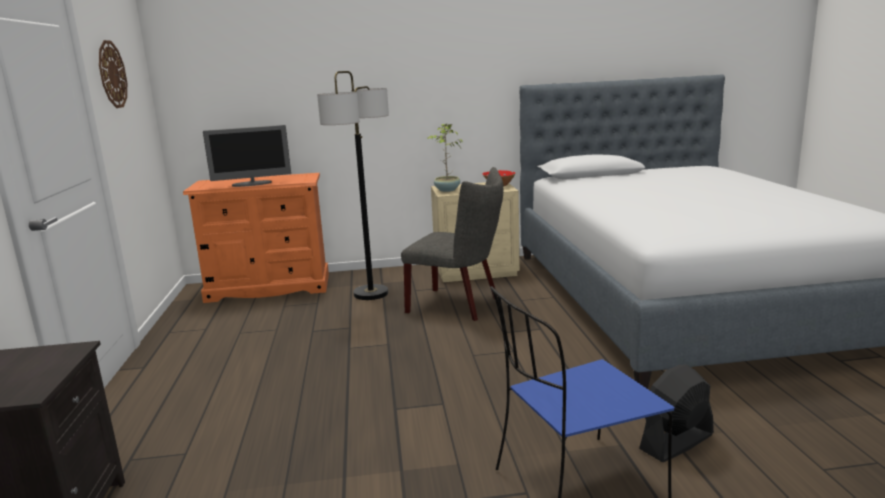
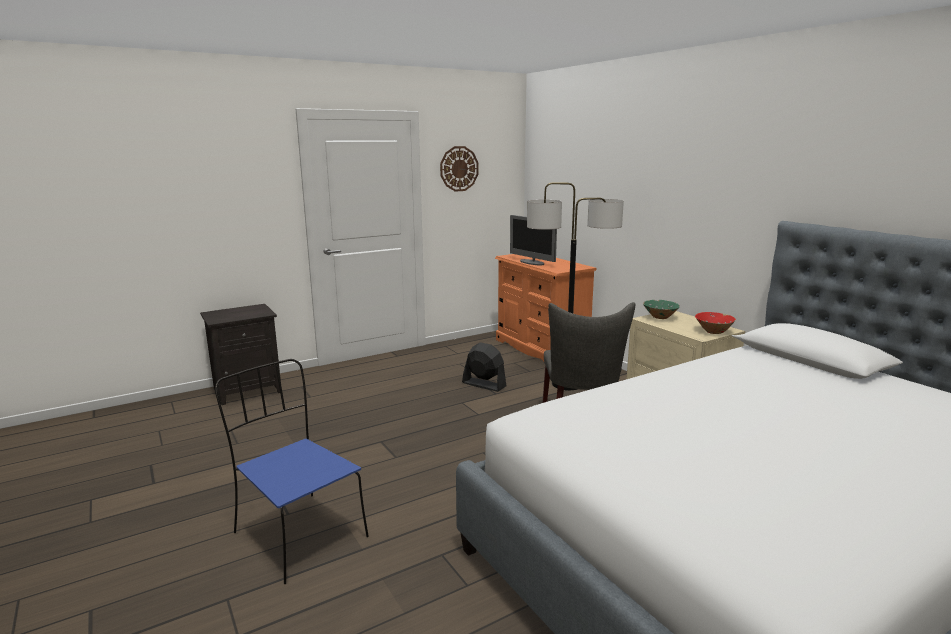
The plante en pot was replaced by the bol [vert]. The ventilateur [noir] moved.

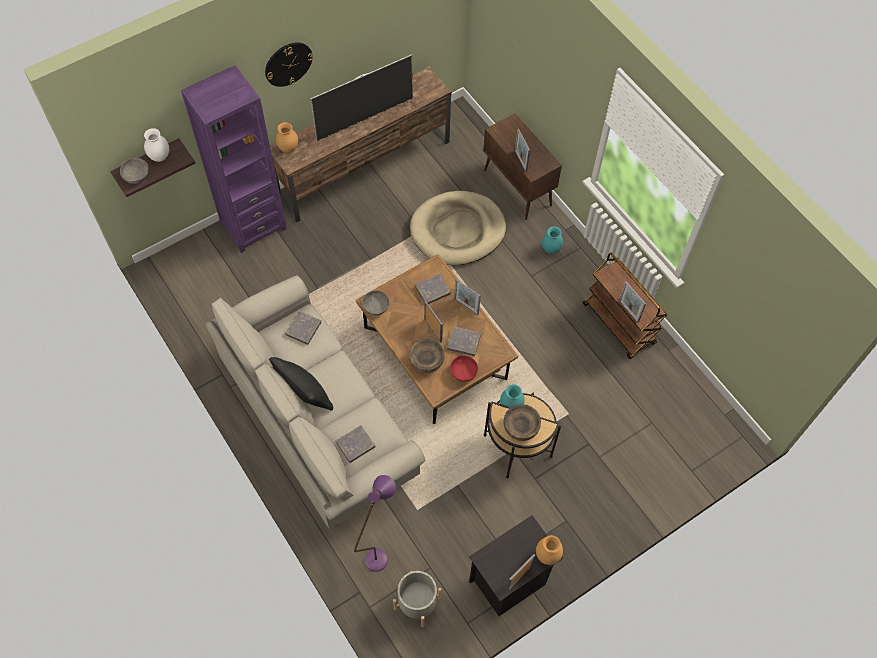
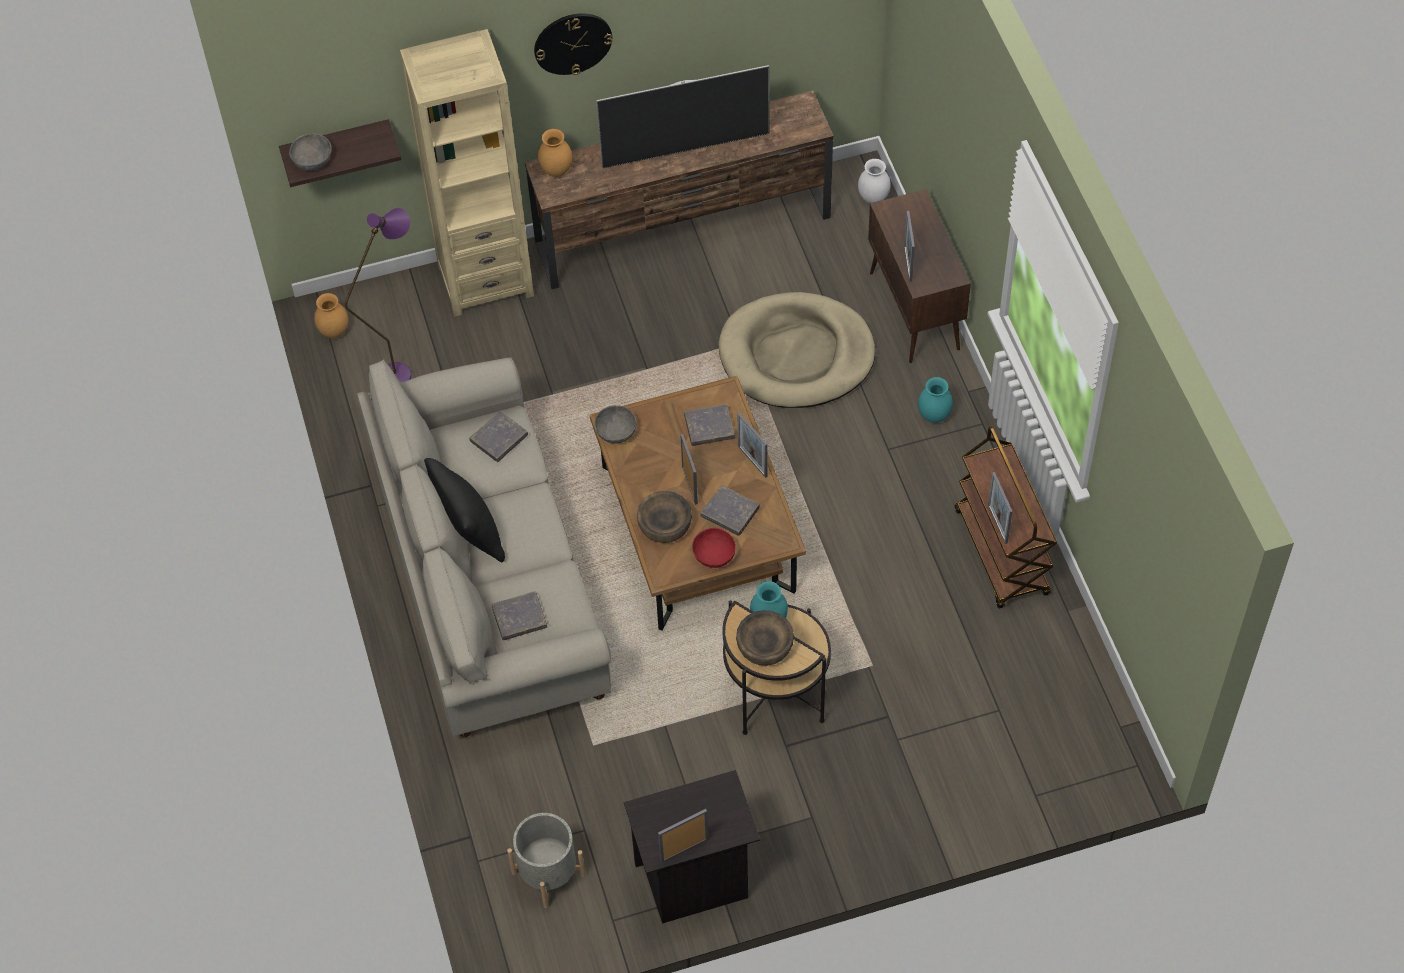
The bibliothèque [violet] became the bibliothèque [beige]. The vase [blanc] moved. The lampadaire [violet] moved. The vase [marron] (no. 2 from left in the first image) moved.

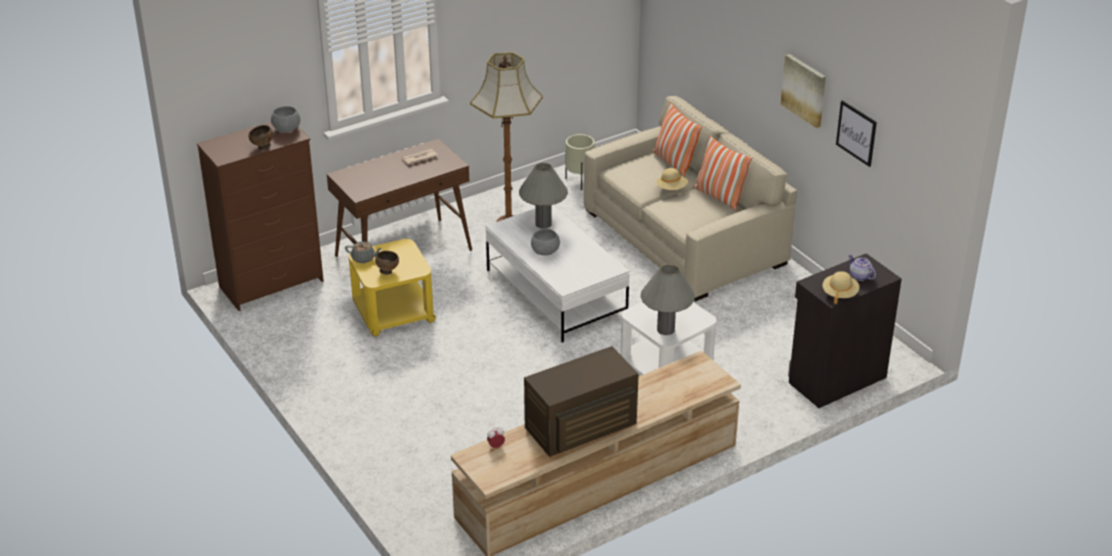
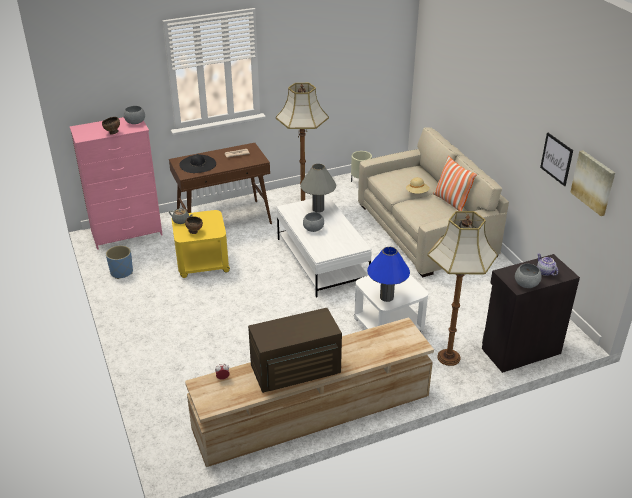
The tableau (no. 1 from left in the first image) moved. The coussin (no. 1 from left) disappeared. The commode [marron] became the commode [rose]. The lampe de table [gris] (no. 2 from left) became the lampe de table [bleu]. The chapeau [beige] (no. 2 from left) was replaced by the bol [gris] (no. 3 from left). The chapeau [noir] appeared. The lampadaire (no. 2 from left) appeared. The cache-pot [bleu] appeared.

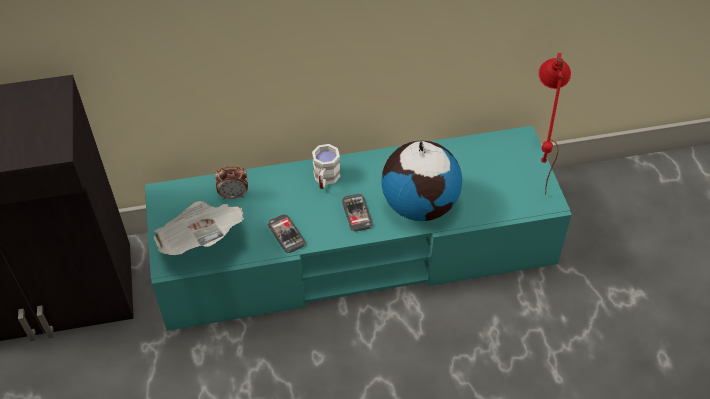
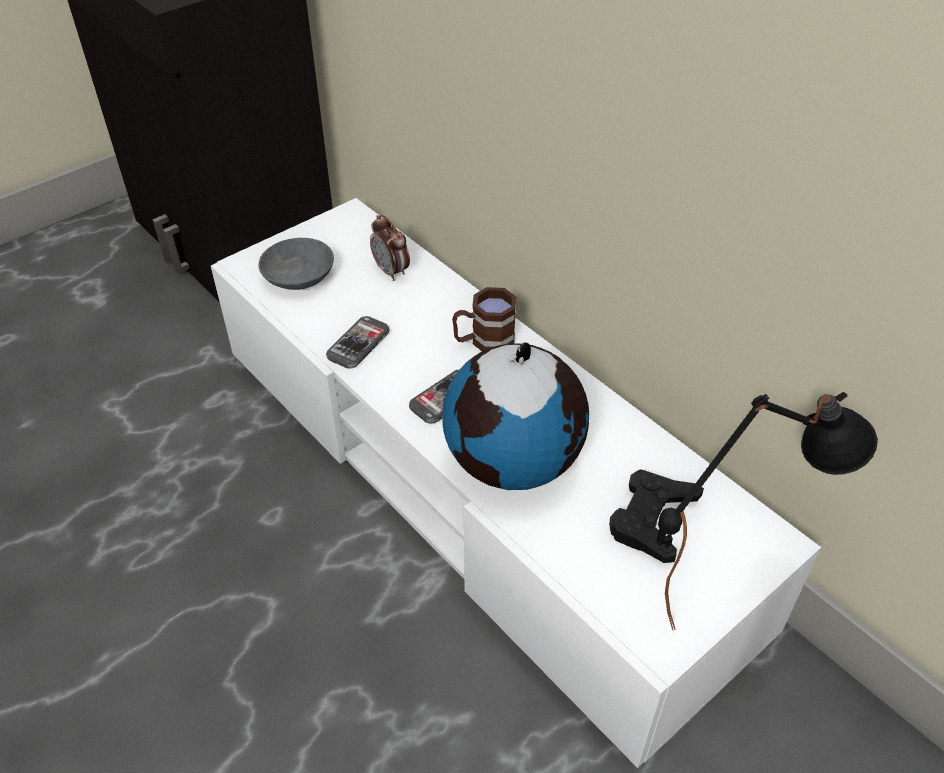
The lampe de table [rouge] became the lampe de table [noir]. The meuble télé [turquoise] became the meuble télé [blanc]. The mug [blanc] became the mug [marron]. The journal was replaced by the bol [gris]. The manette [noir] appeared.

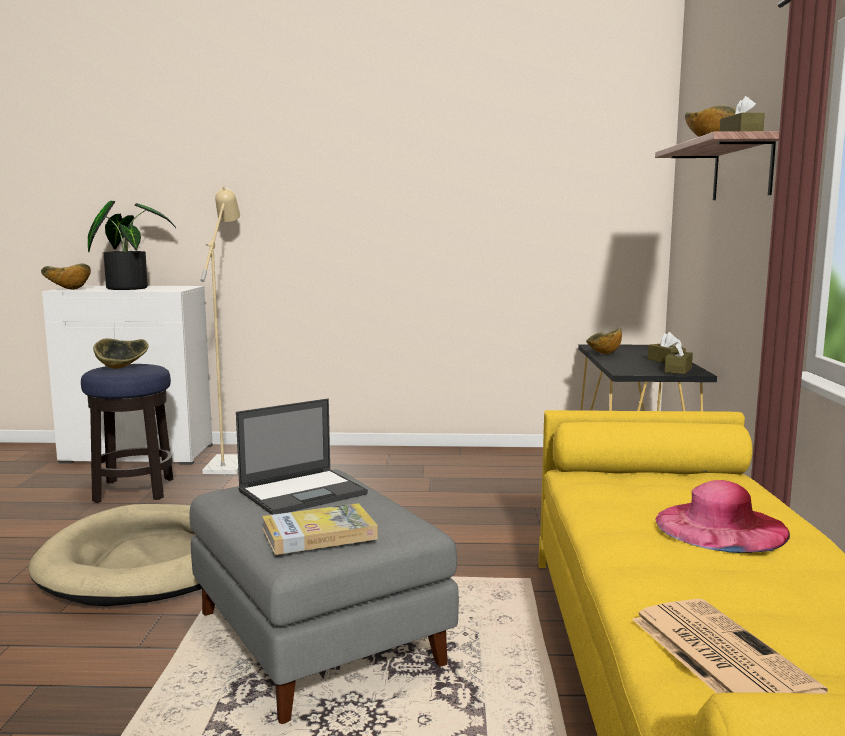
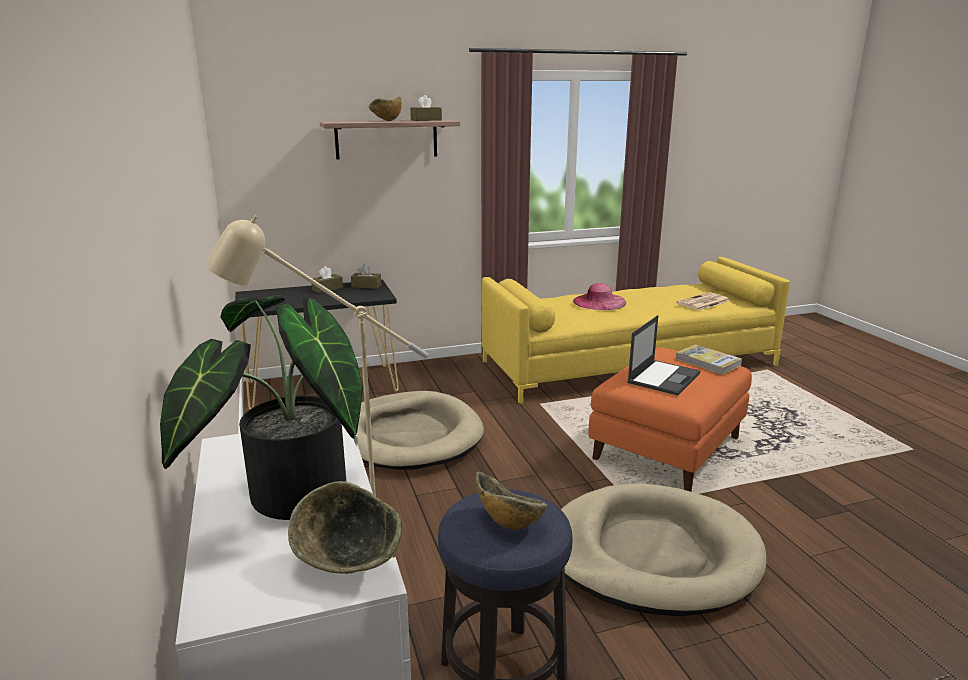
The bol (no. 3 from left) disappeared. The ordinateur portable turned 90 degrees clockwise. The pouf [gris] became the pouf [orange]. The panier pour chien [beige] (no. 1 from left) appeared.

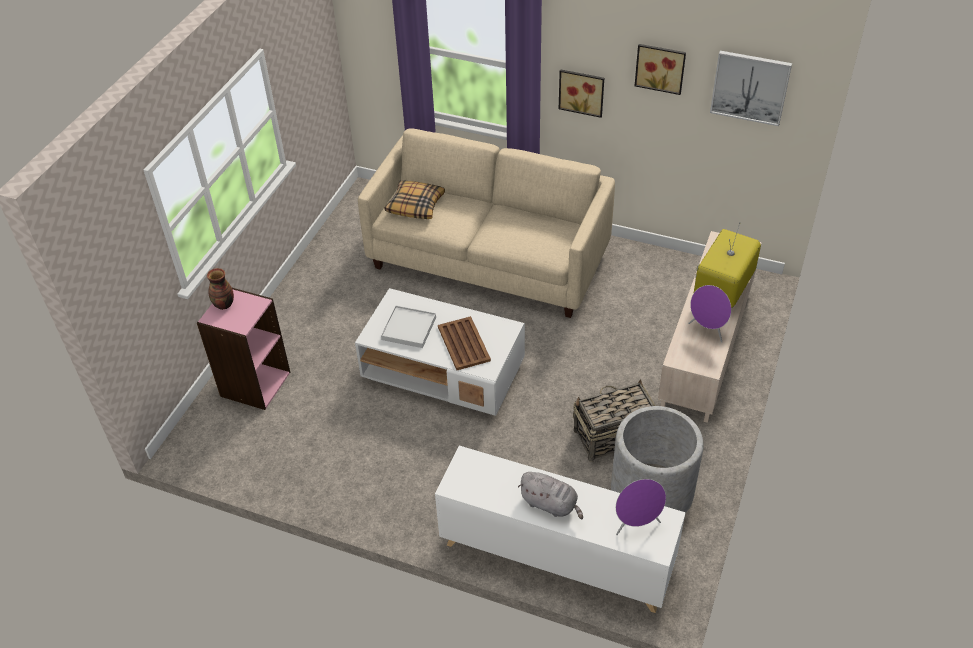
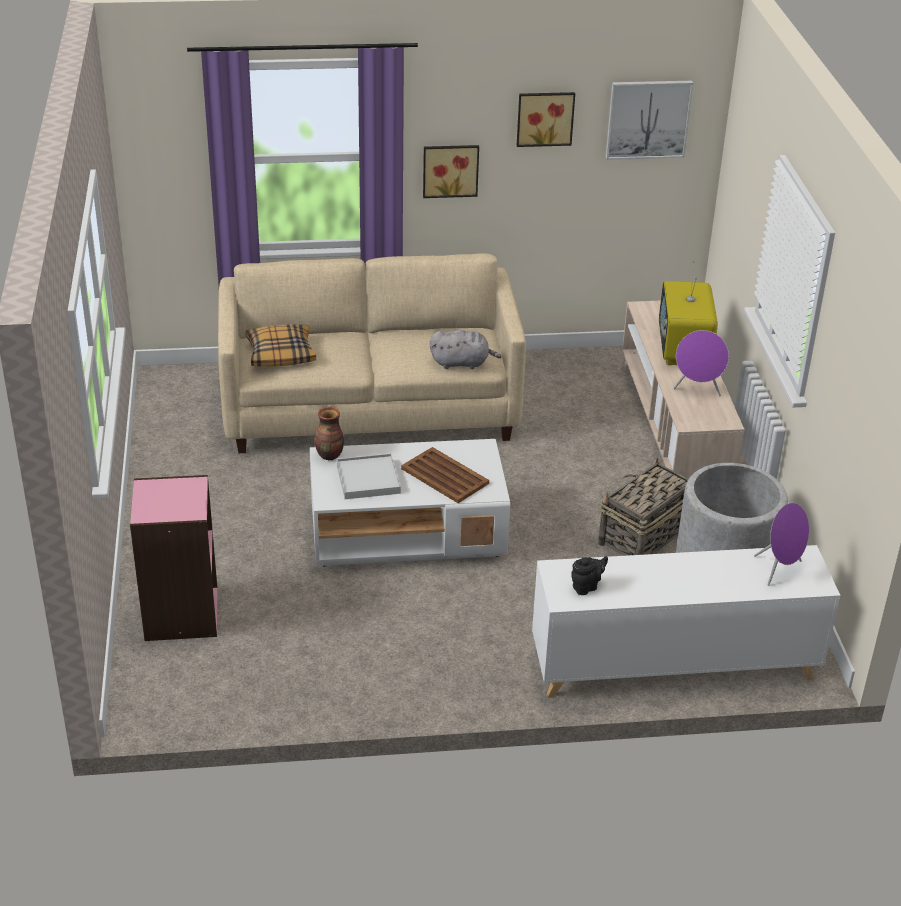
The vase moved. The peluche [gris] moved. The théière [noir] appeared.

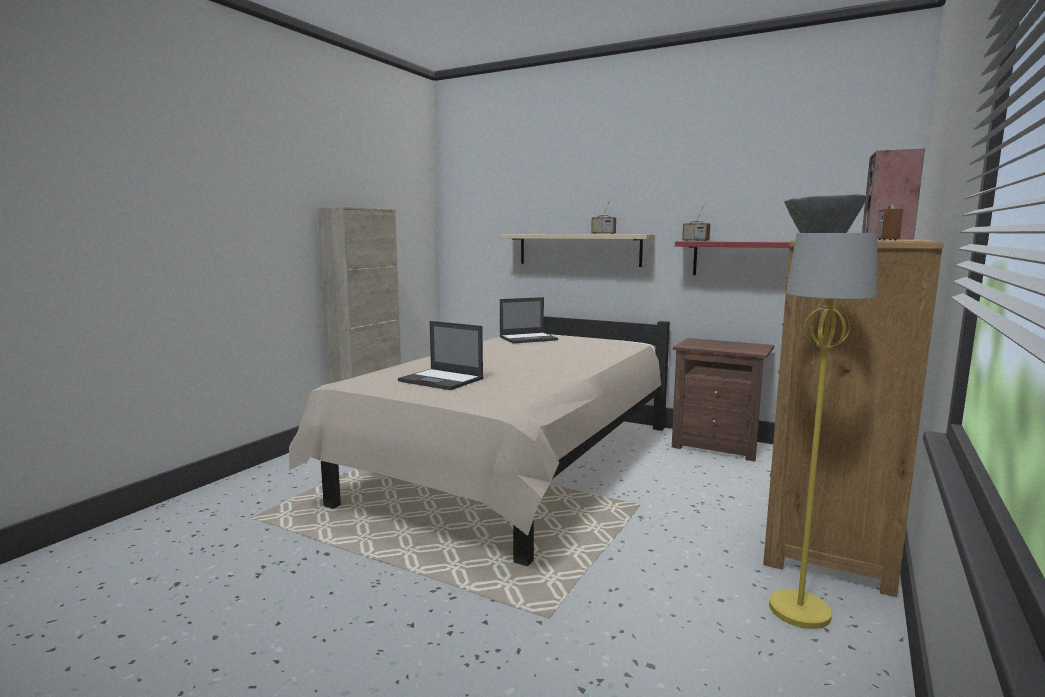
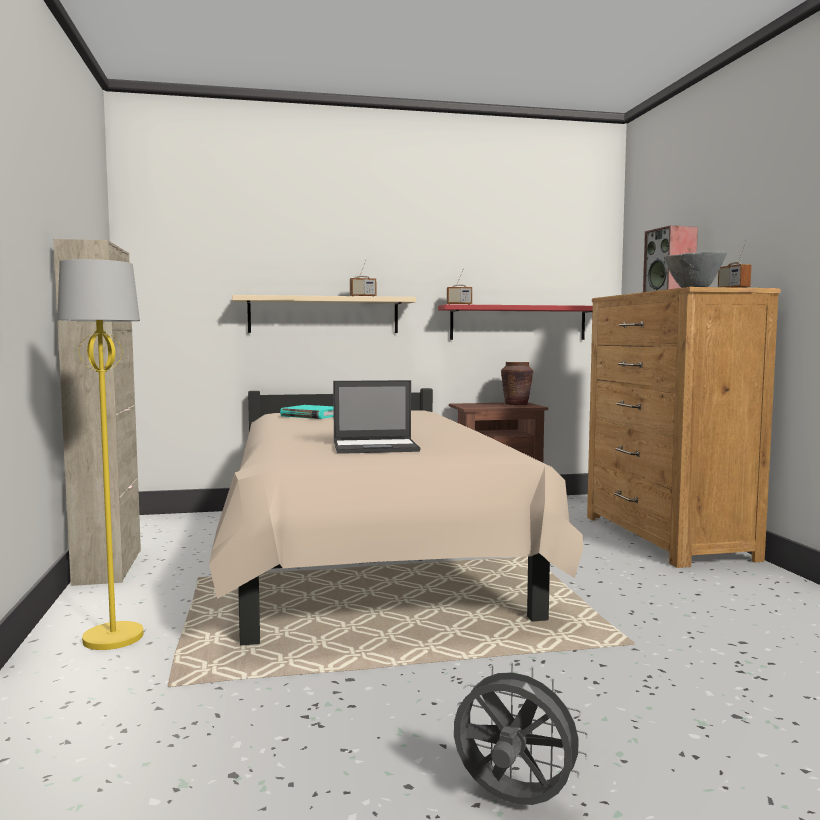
The lampadaire [jaune] moved. The ordinateur portable (no. 2 from left) was replaced by the livre [turquoise]. The vase [marron] appeared. The ventilateur [gris] appeared.

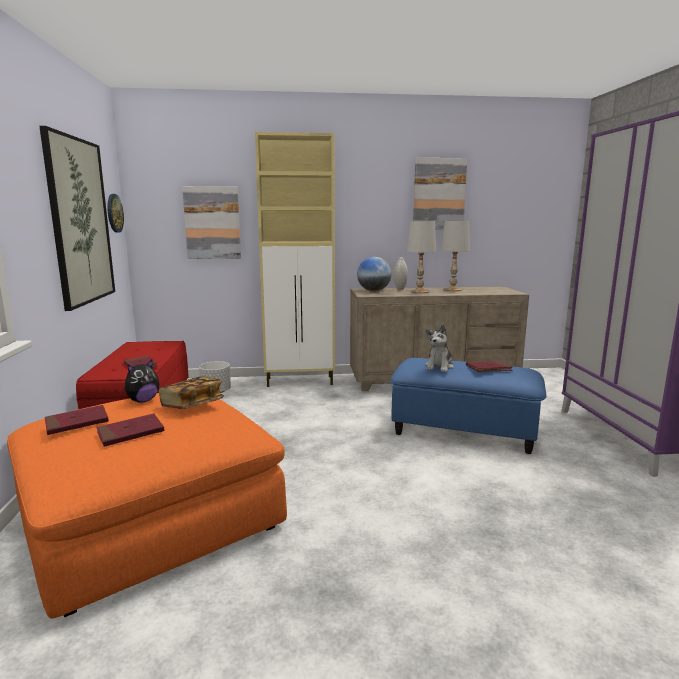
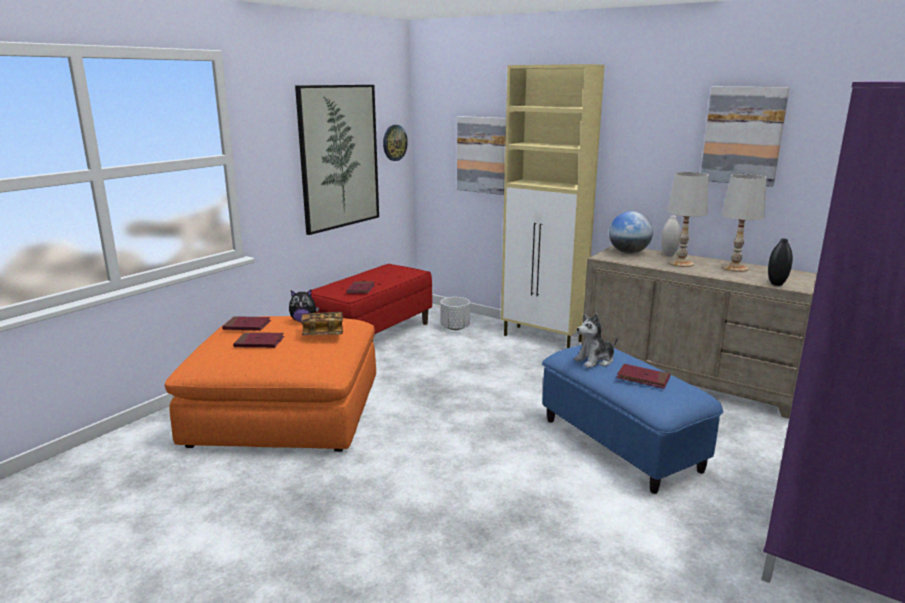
The vase [noir] appeared.

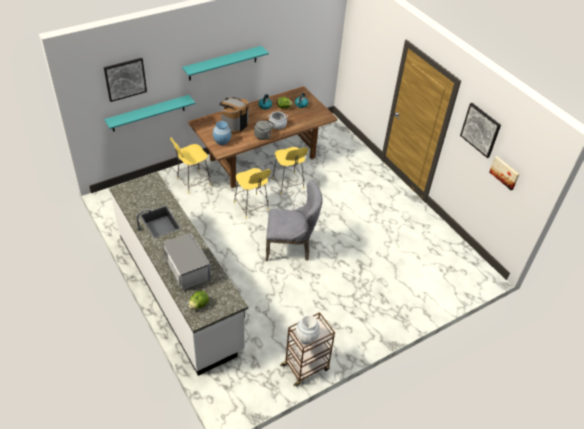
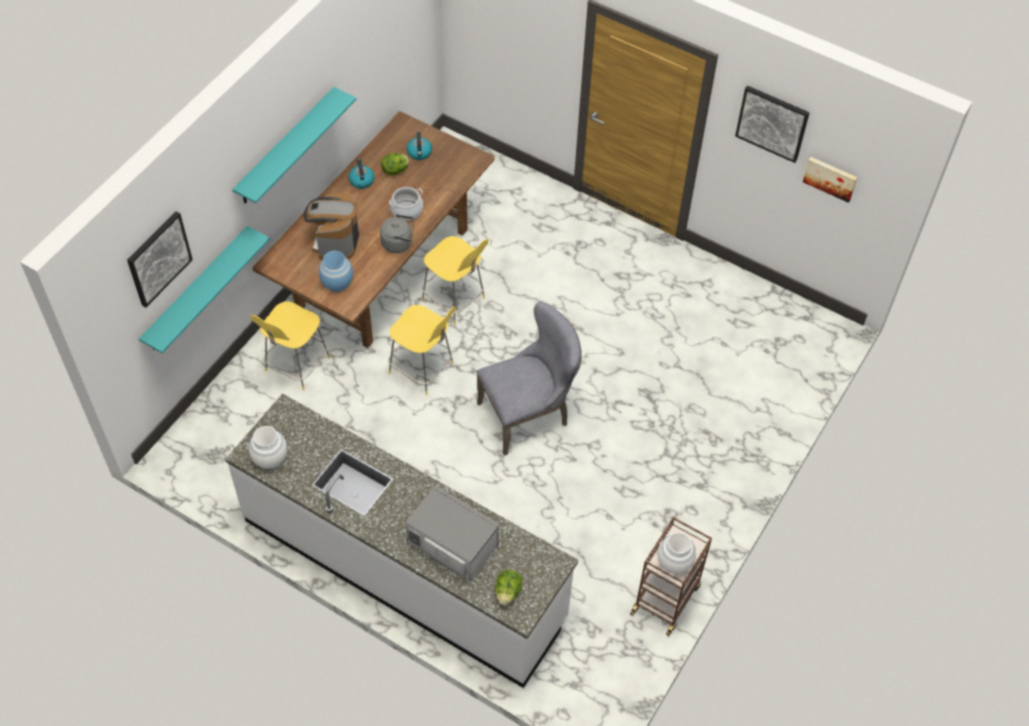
The vase [blanc] (no. 1 from left) appeared.

